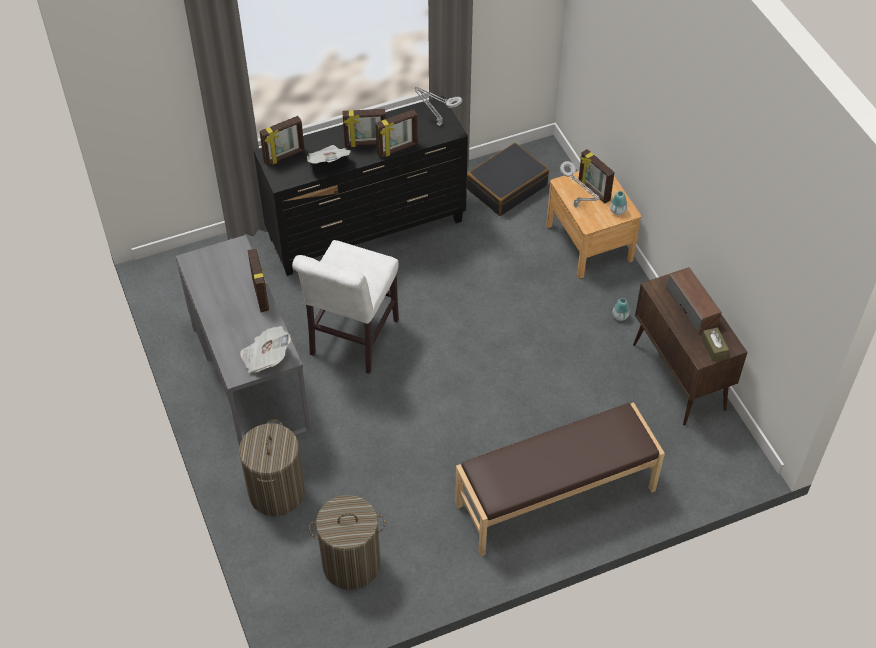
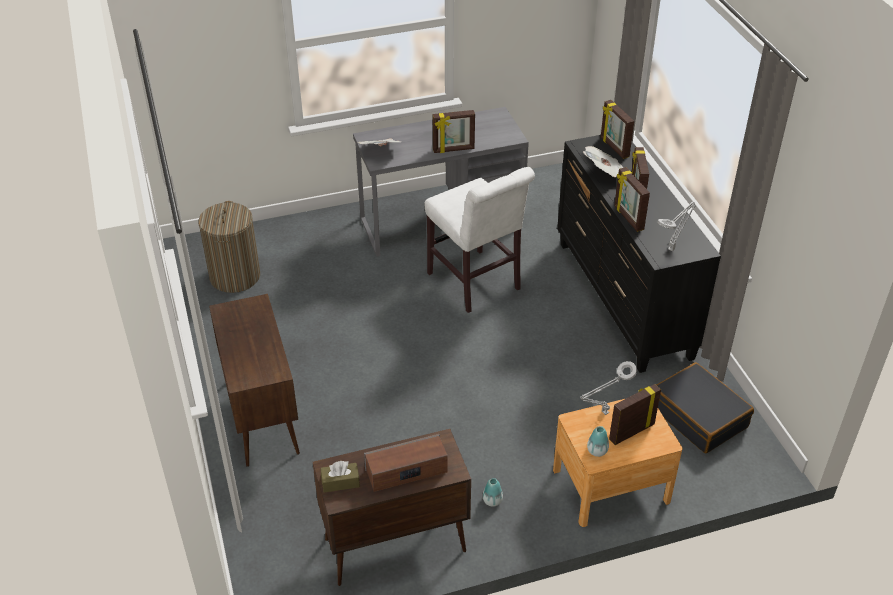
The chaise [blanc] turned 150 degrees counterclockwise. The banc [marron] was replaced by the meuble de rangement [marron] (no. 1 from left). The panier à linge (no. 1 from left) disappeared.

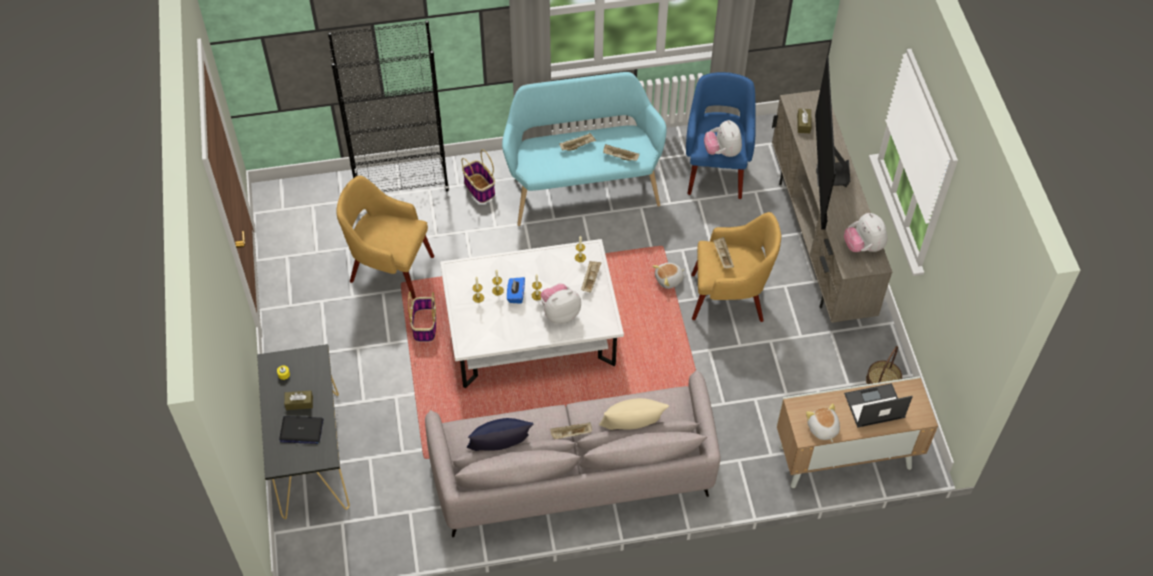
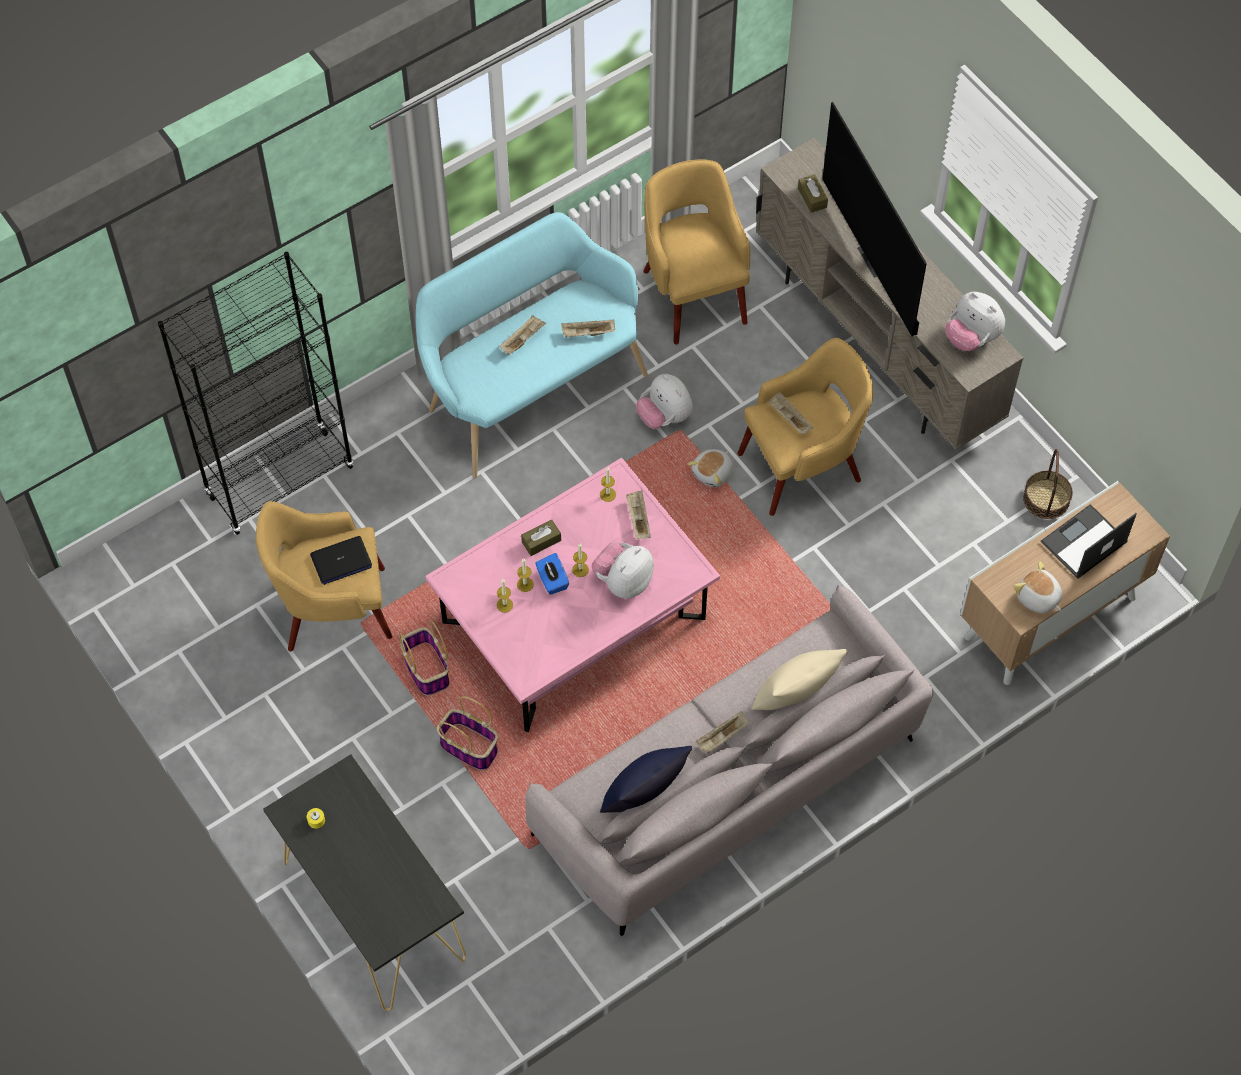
The fauteuil [bleu] became the fauteuil [jaune] (no. 2 from left). The peluche (no. 3 from left in the first image) moved. The panier (no. 2 from left) moved. The table basse [blanc] became the table basse [rose]. The boîte à mouchoirs [marron] (no. 1 from left) moved. The ordinateur portable (no. 1 from left) moved.

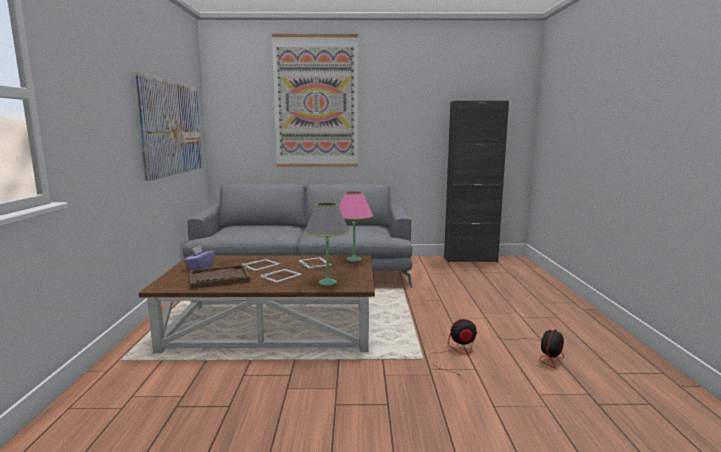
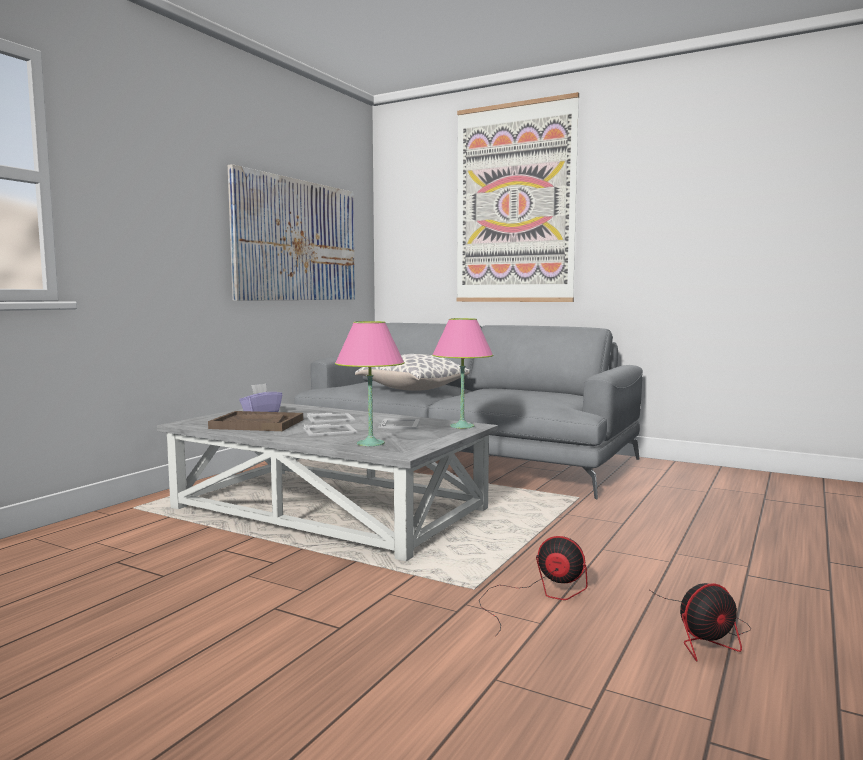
The meuble de rangement [noir] disappeared. The lampe de table [gris] became the lampe de table [rose] (no. 1 from left). The table basse [marron] became the table basse [gris]. The coussin appeared.

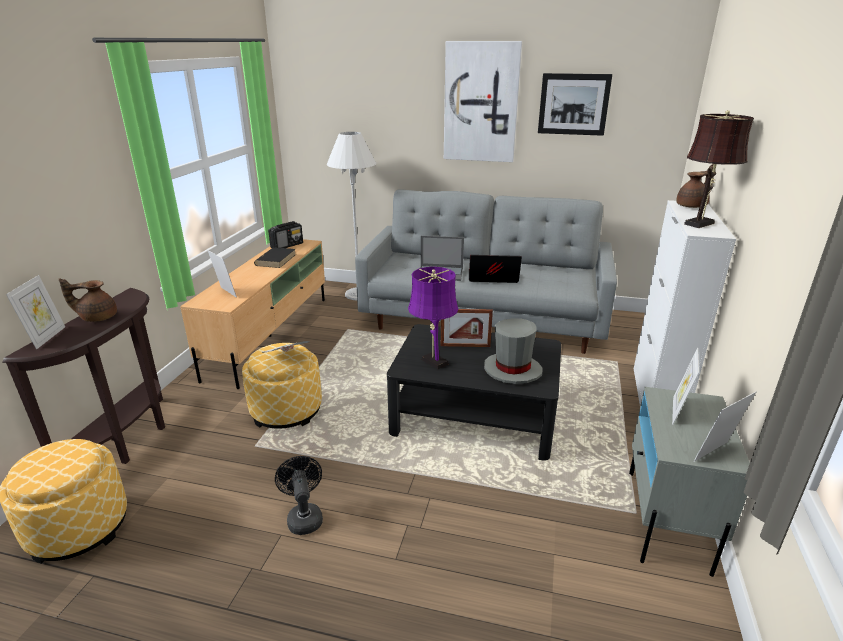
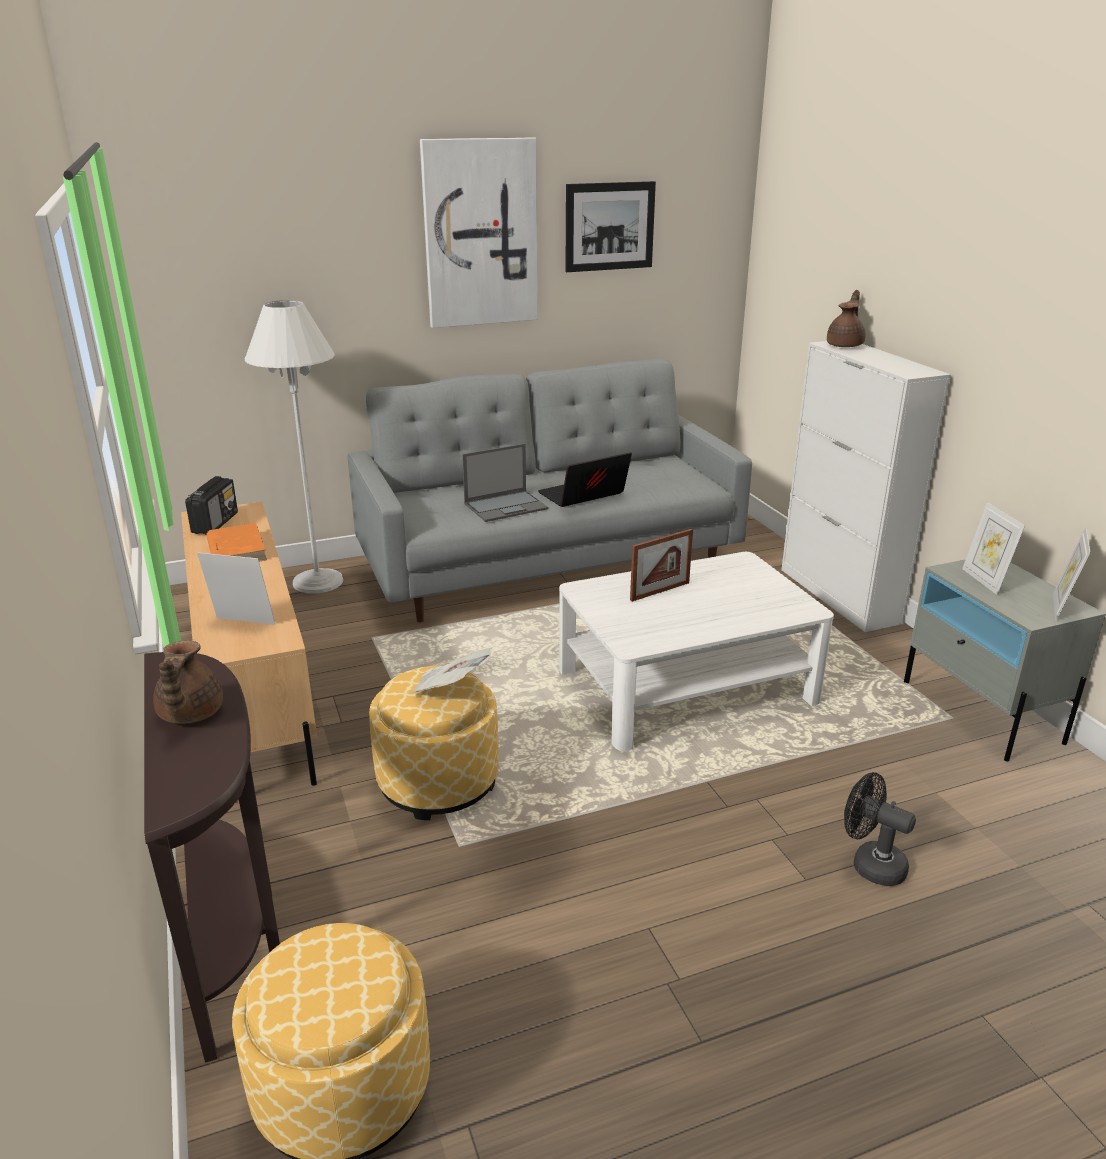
The lampe de table [marron] disappeared. The livre [noir] became the livre [orange]. The lampe de table [violet] disappeared. The cadre photo (no. 1 from left) disappeared. The théière [marron] (no. 1 from left) turned 45 degrees counterclockwise. The chapeau [gris] disappeared. The table basse [noir] became the table basse [blanc]. The ventilateur [noir] moved.

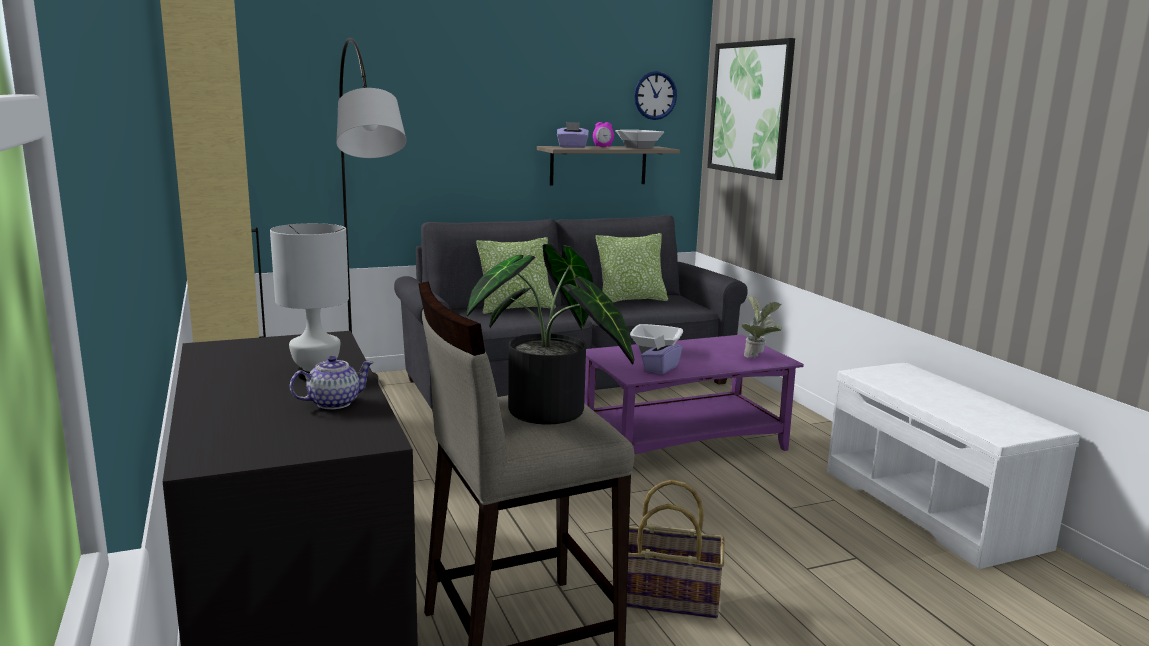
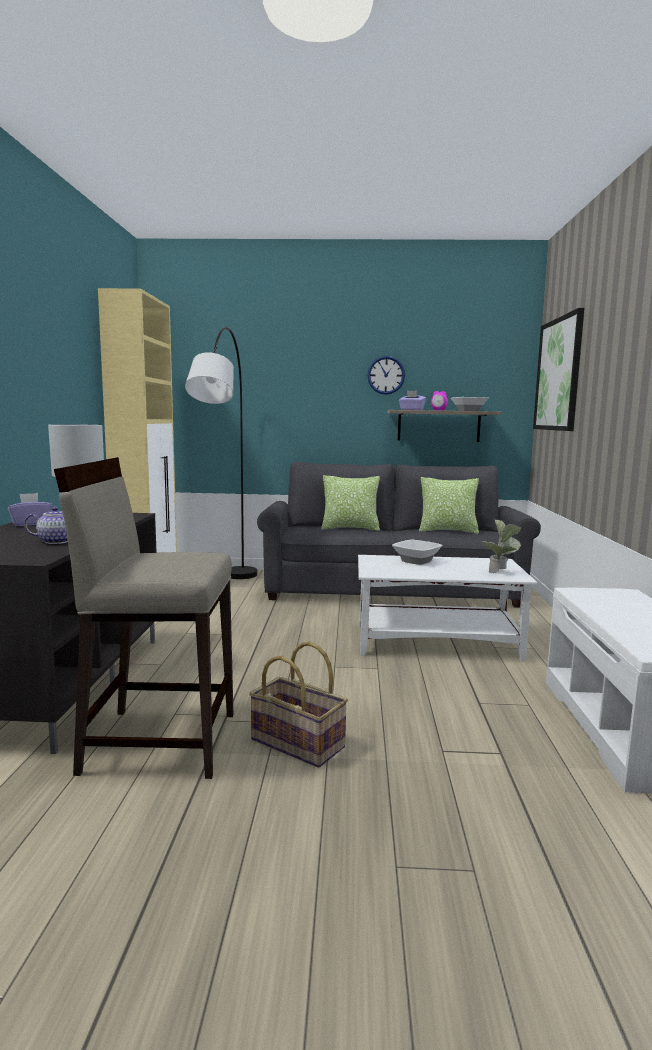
The horloge murale moved. The plante en pot (no. 1 from left) disappeared. The table basse [violet] became the table basse [blanc]. The boîte à mouchoirs [violet] (no. 2 from left in the first image) moved.

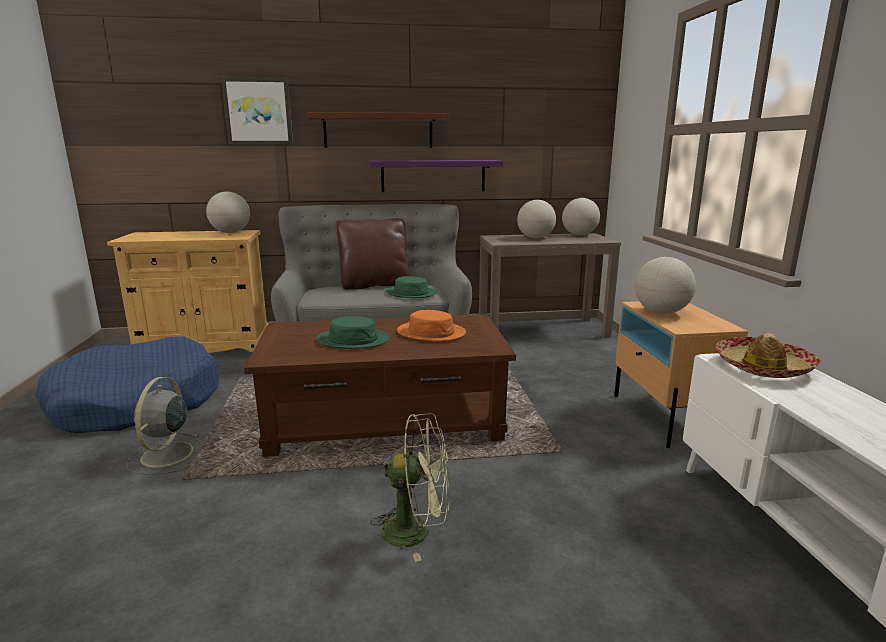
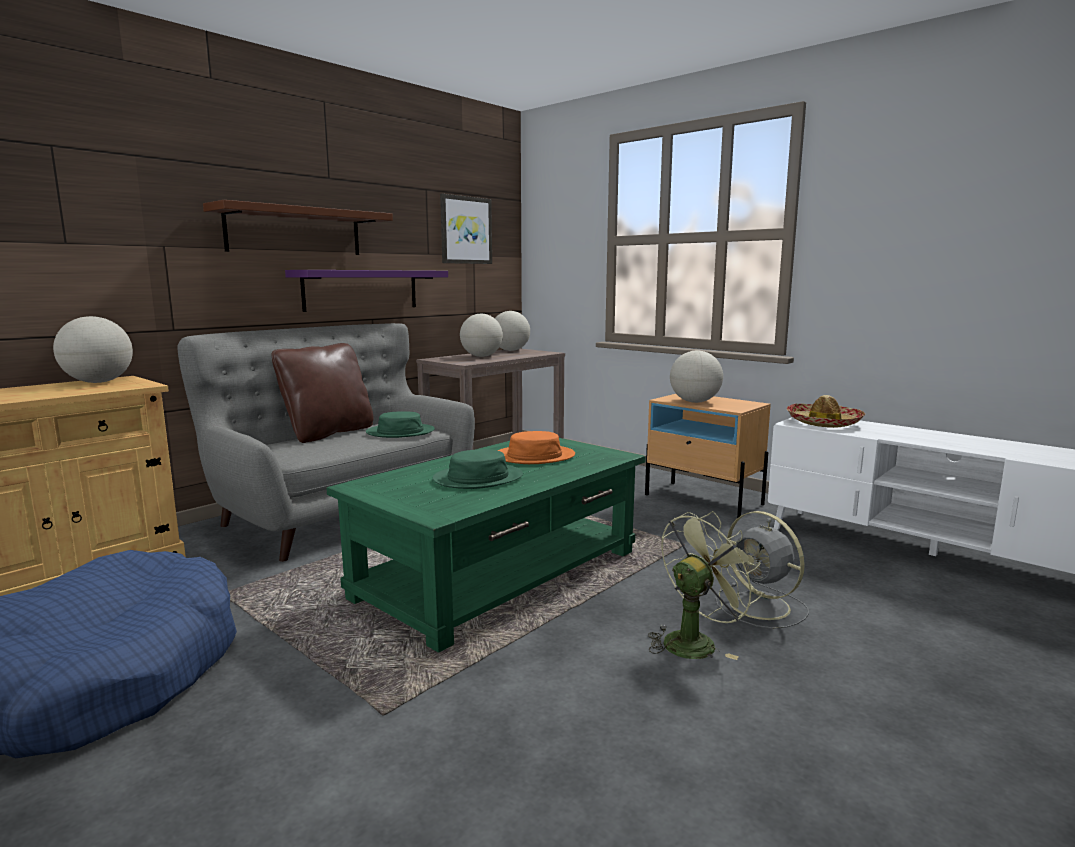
The tableau moved. The table basse [marron] became the table basse [vert]. The ventilateur [gris] moved.

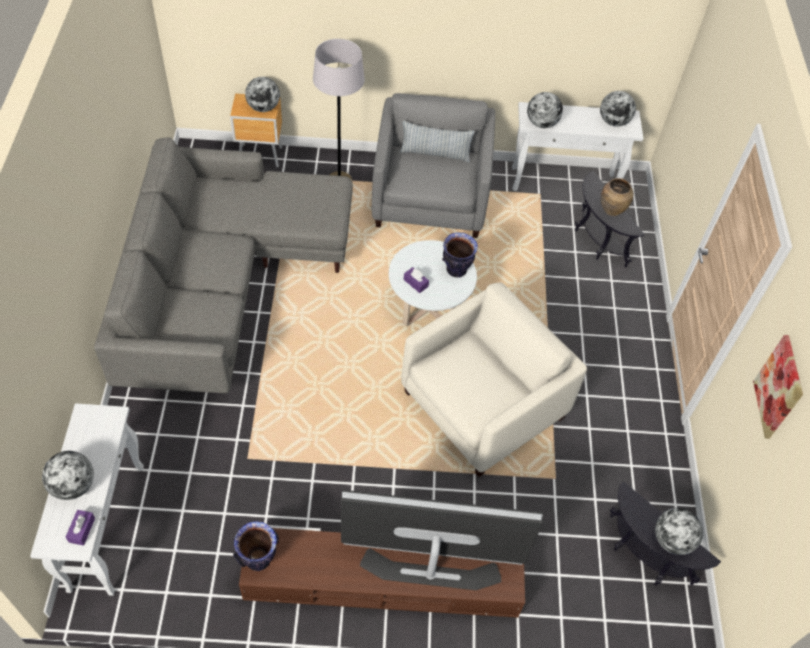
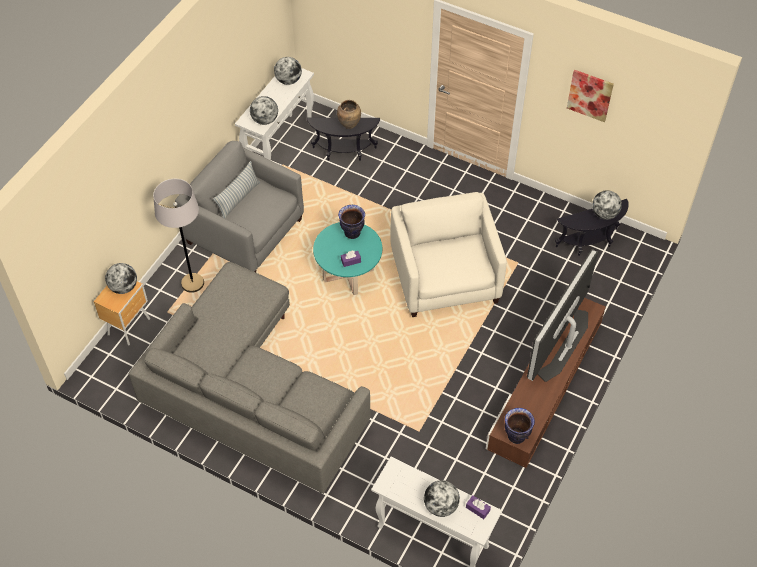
The table basse [blanc] became the table basse [turquoise].

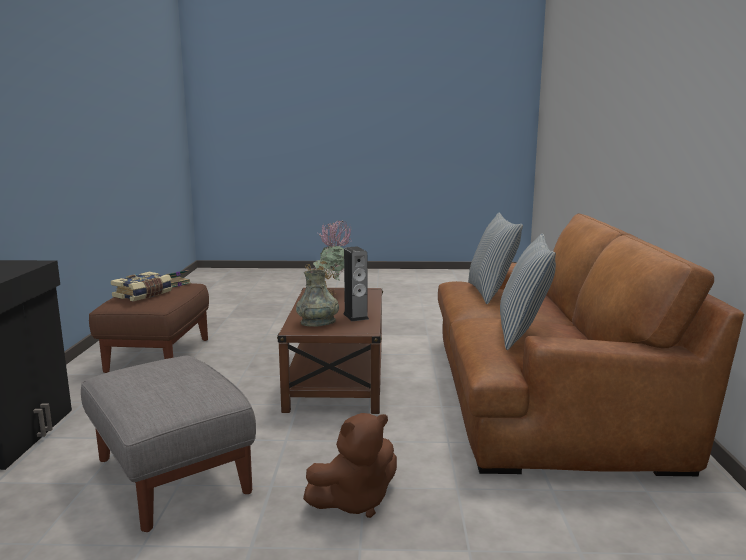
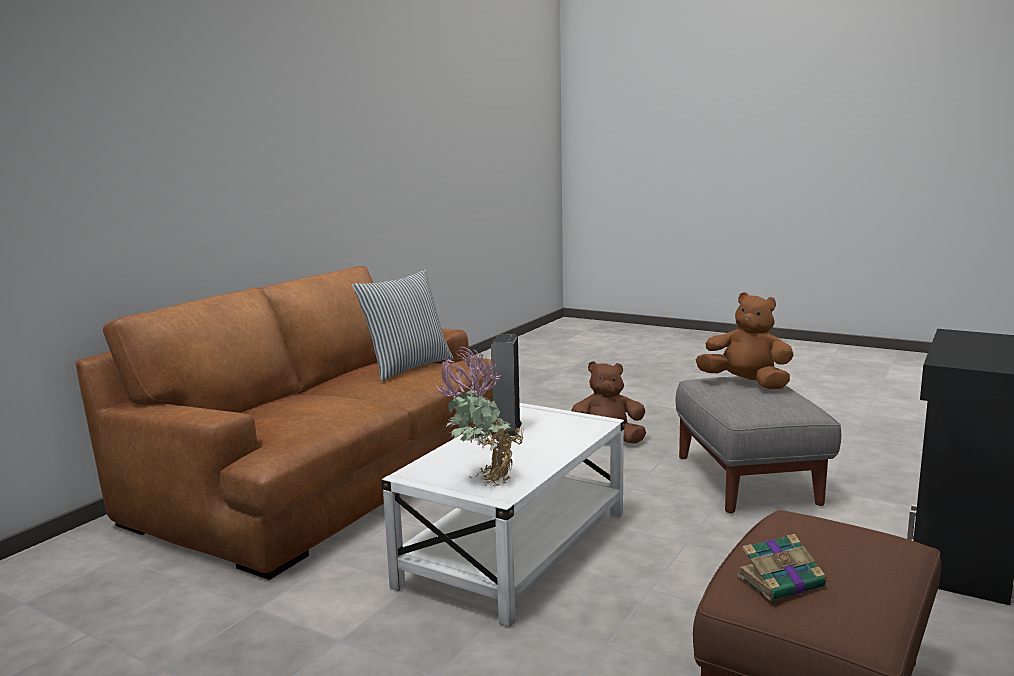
The coussin (no. 1 from left) disappeared. The vase [gris] disappeared. The livre (no. 1 from left) disappeared. The table basse [marron] became the table basse [blanc]. The peluche [marron] (no. 2 from left) appeared.

